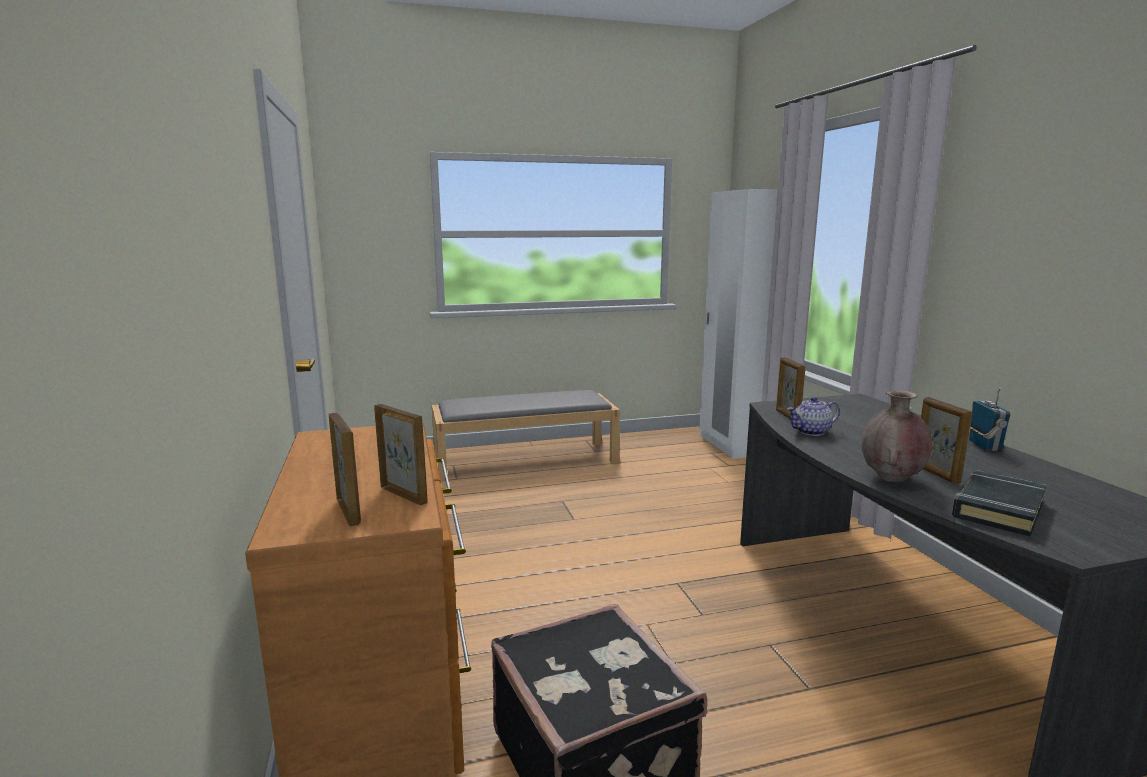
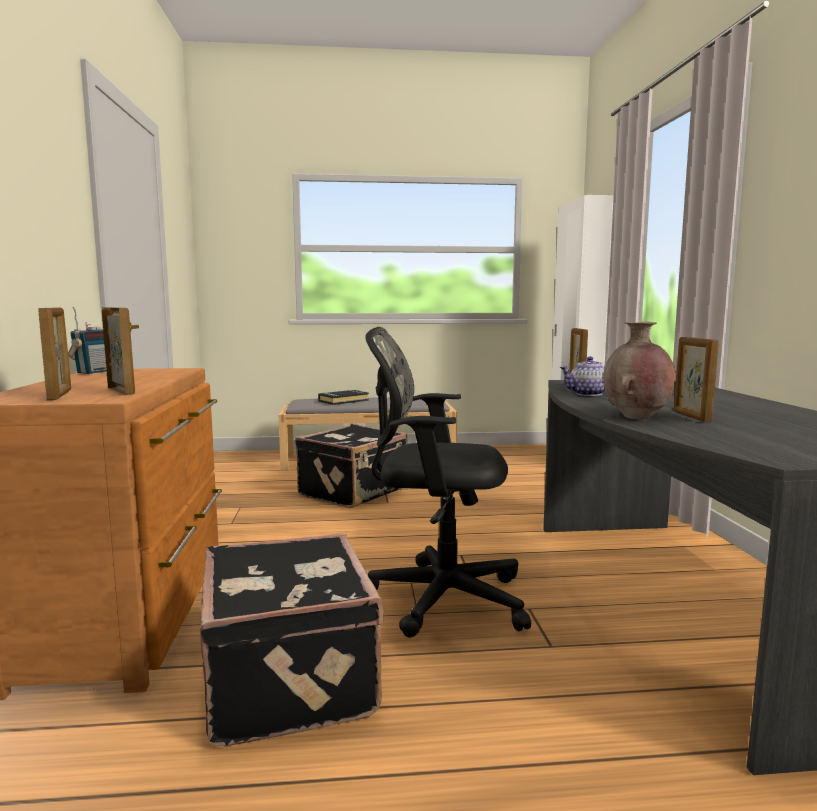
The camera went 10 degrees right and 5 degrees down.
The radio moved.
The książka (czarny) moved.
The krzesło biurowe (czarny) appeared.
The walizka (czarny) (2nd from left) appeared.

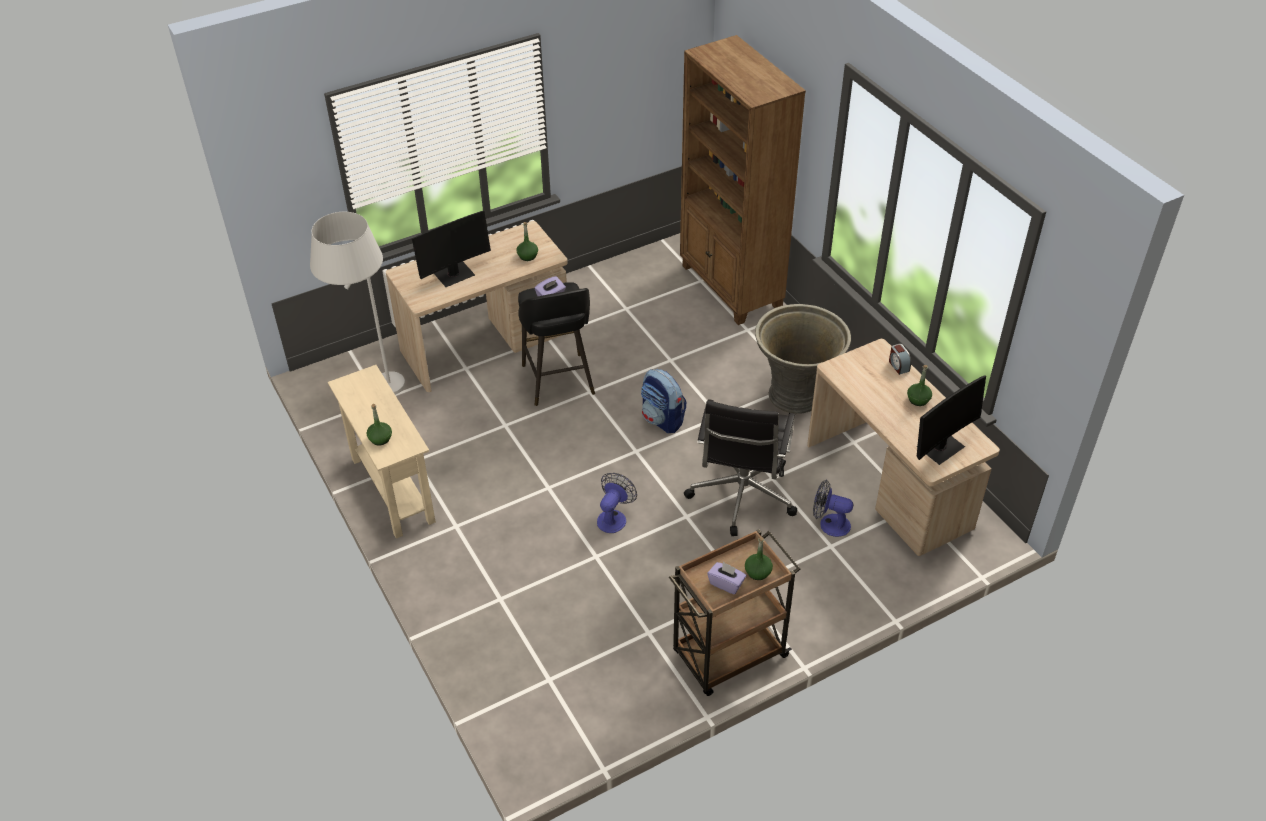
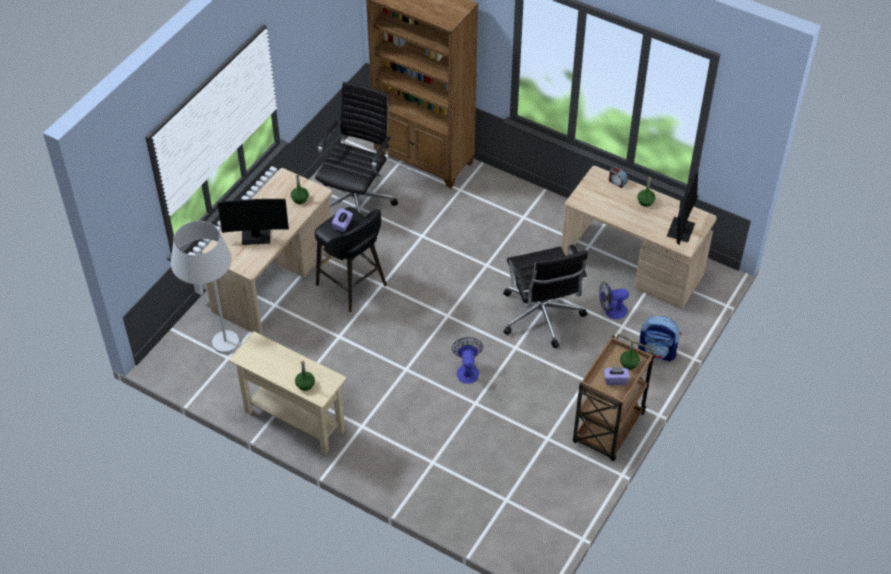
The camera went 30 degrees left and 5 degrees up.
The monitor (1st from left) turned 60 degrees clockwise.
The donica (szary) disappeared.
The plecak moved.
The krzesło biurowe (czarny) (1st from left) appeared.

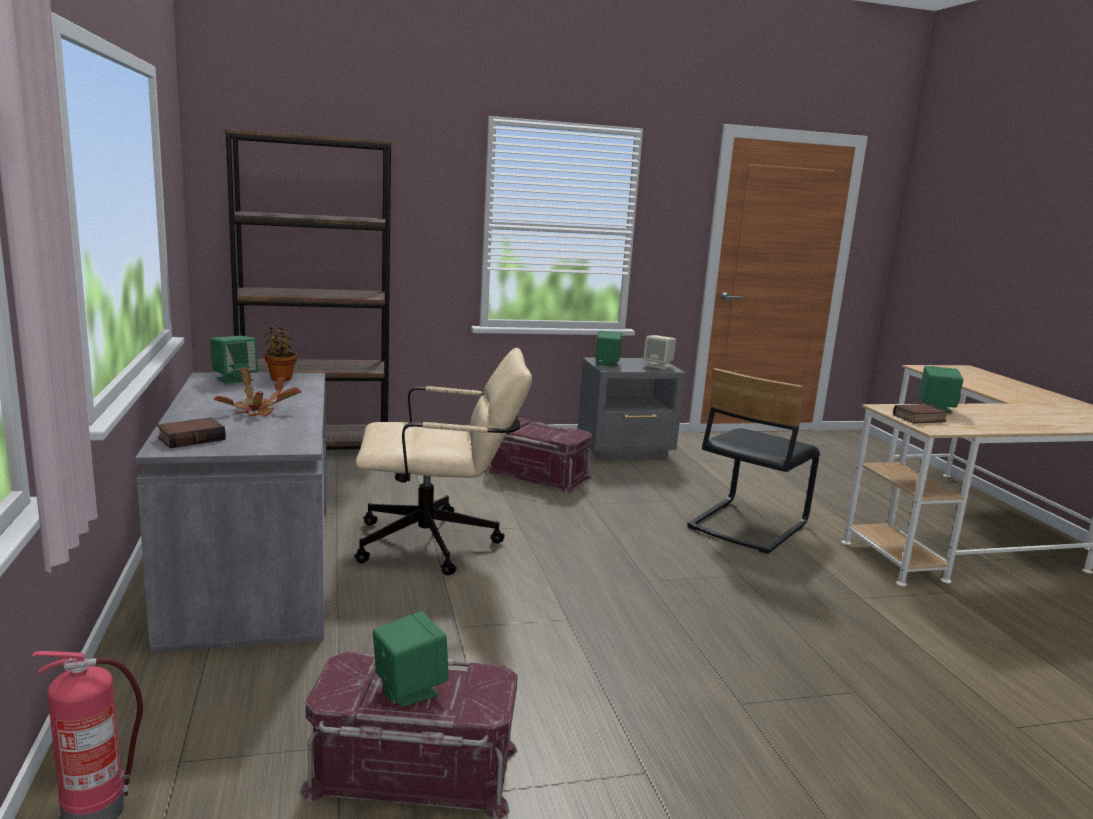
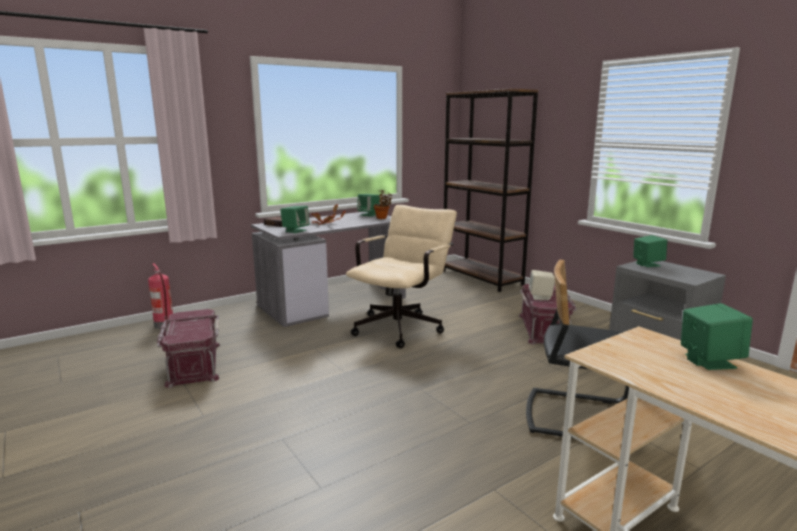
The camera went 70 degrees right and 0 degrees up.
The głośnik (beżowy) moved.
The krzesło biurowe (beżowy) turned 120 degrees counterclockwise.
The książka (2nd from left) disappeared.
The głośnik (zielony) (2nd from left in the first image) moved.

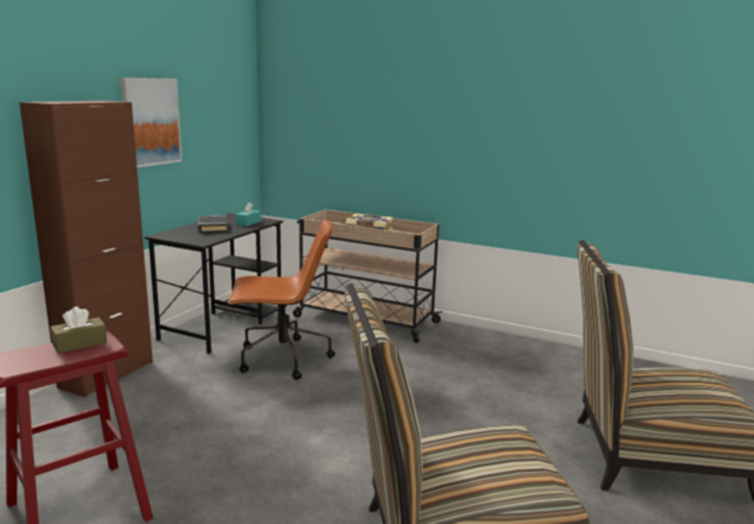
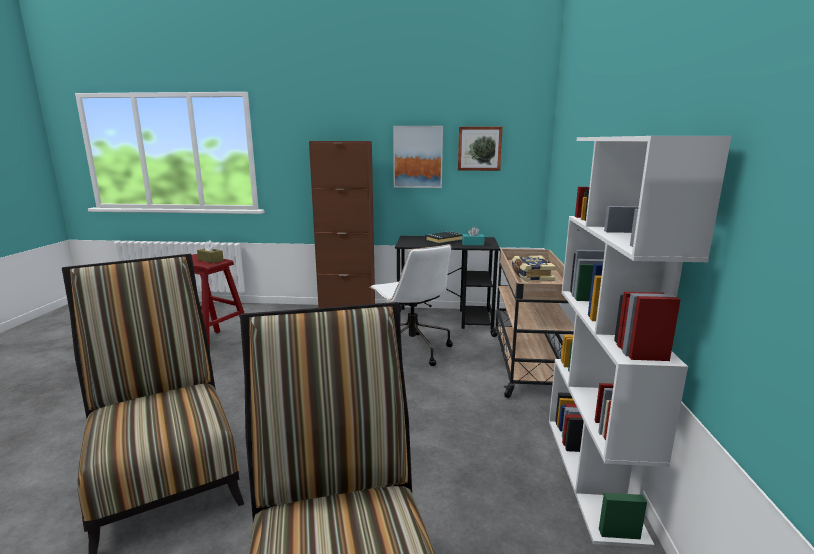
The camera went 70 degrees right and 0 degrees up.
The krzesło biurowe (brązowy) became the krzesło biurowe (biały).
The obraz (2nd from left) appeared.
The regał (biały) appeared.

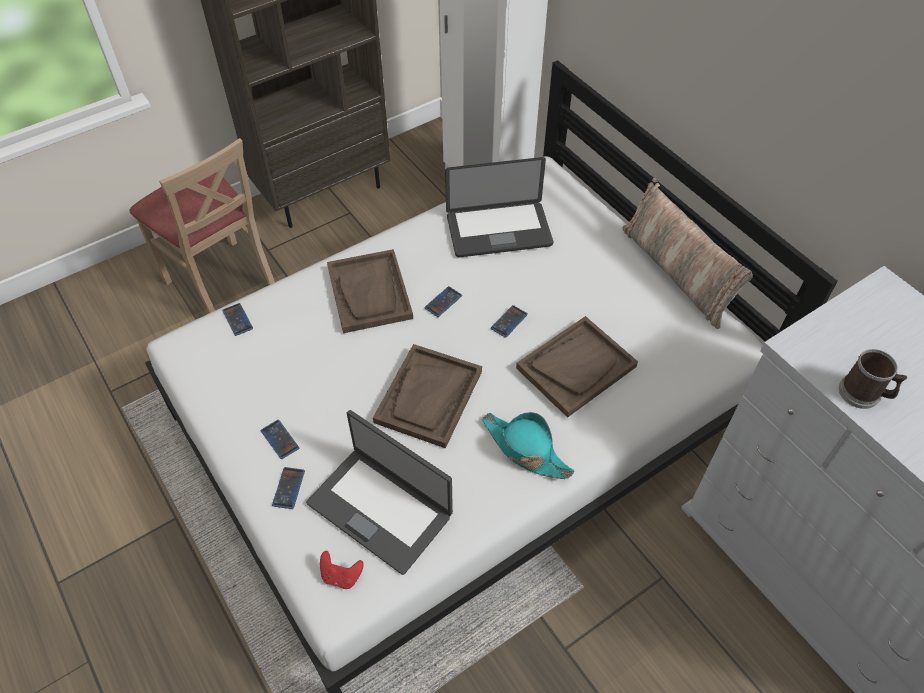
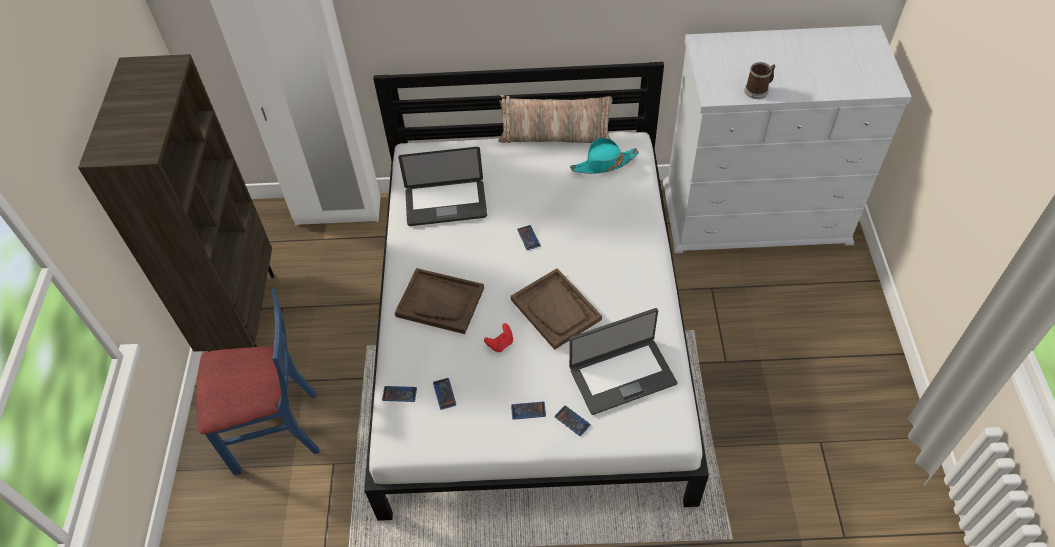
The camera went 55 degrees left and 0 degrees up.
The krzesło (beżowy) became the krzesło (niebieski).
The laptop (2nd from left in the first image) turned 60 degrees clockwise.
The telefon (4th from left in the first image) moved.
The taca (brązowy) (3rd from left) disappeared.
The kapelusz (turkusowy) moved.
The pad do gier (czerwony) moved.

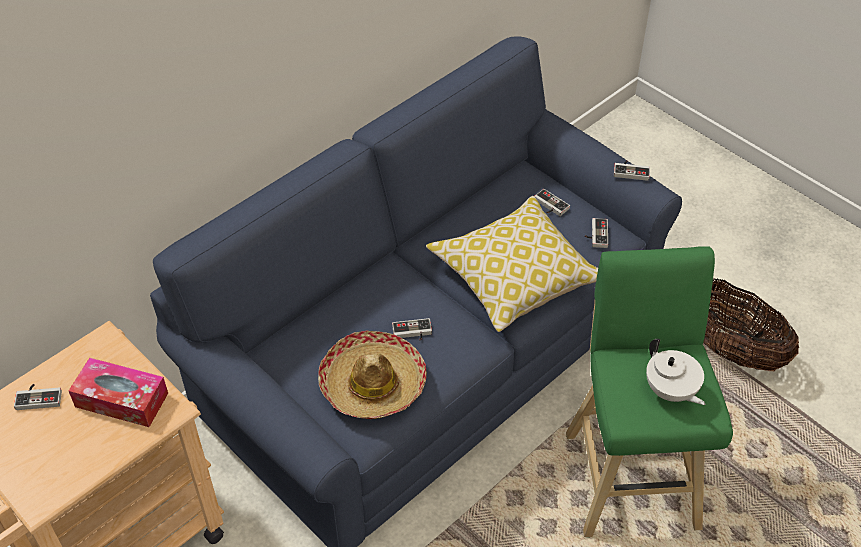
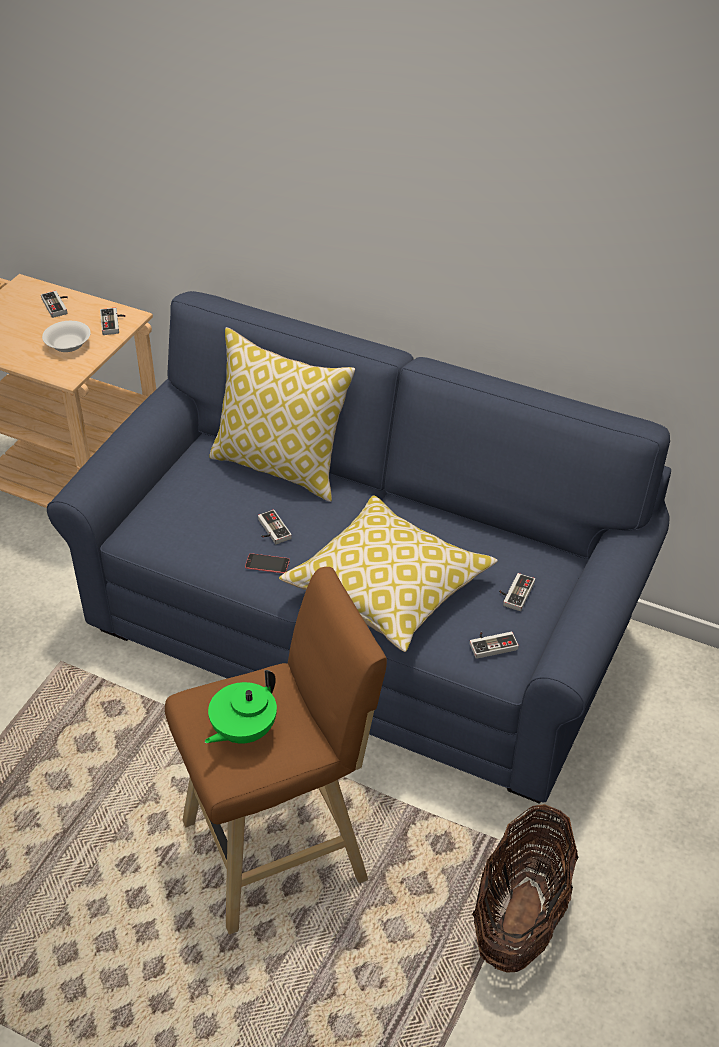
The camera went 70 degrees right and 5 degrees down.
The pad do gier (5th from left in the first image) moved.
The stołek (zielony) became the stołek (brązowy).
The kapelusz disappeared.
The imbryk (biały) became the imbryk (zielony).
The pudełko chusteczek was replaced by the miska (biały).
The poduszka (1st from left) appeared.
The telefon appeared.

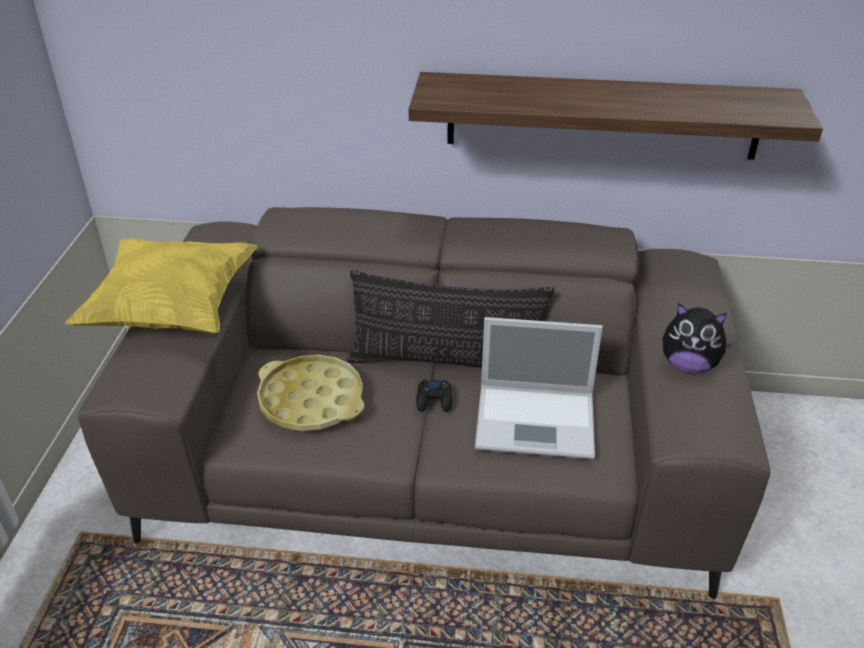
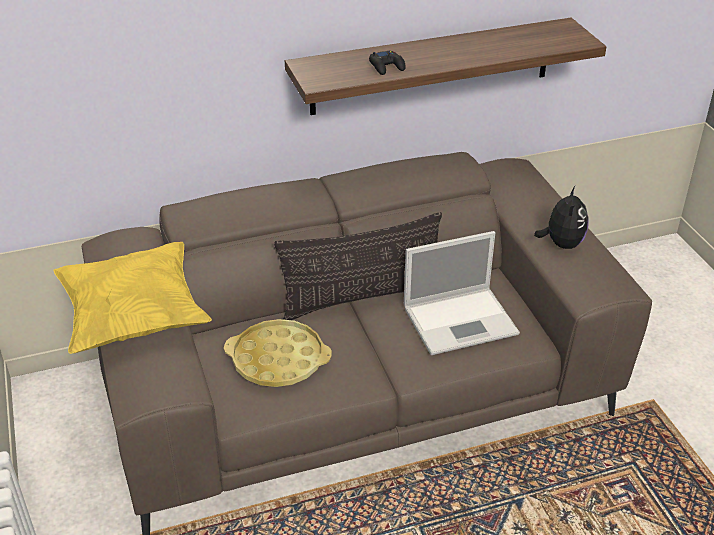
The camera went 25 degrees left and 0 degrees up.
The pluszak turned 75 degrees counterclockwise.
The pad do gier (czarny) moved.

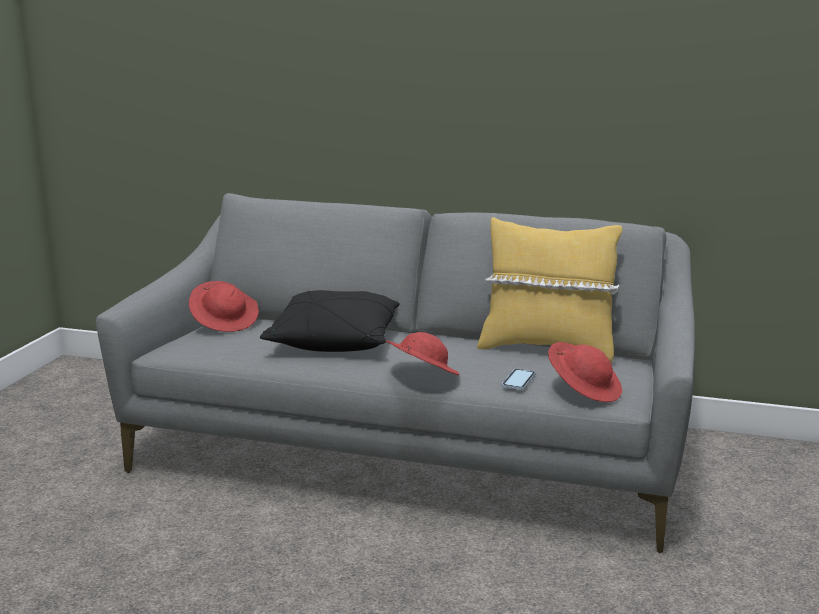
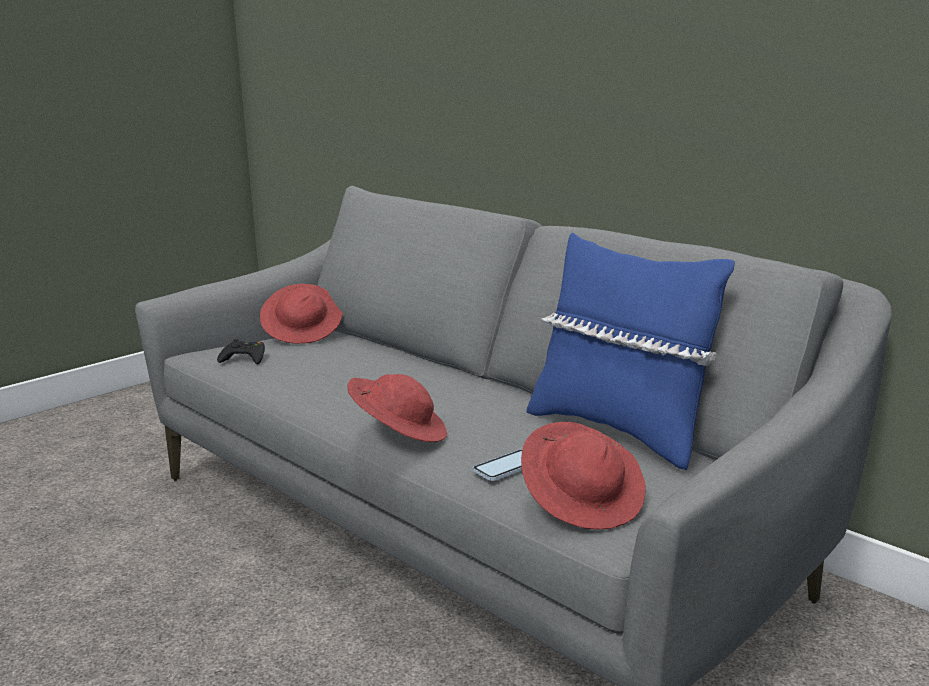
The camera went 30 degrees right and 0 degrees up.
The poduszka (żółty) became the poduszka (niebieski).
The poduszka (czarny) disappeared.
The pad do gier (czarny) appeared.

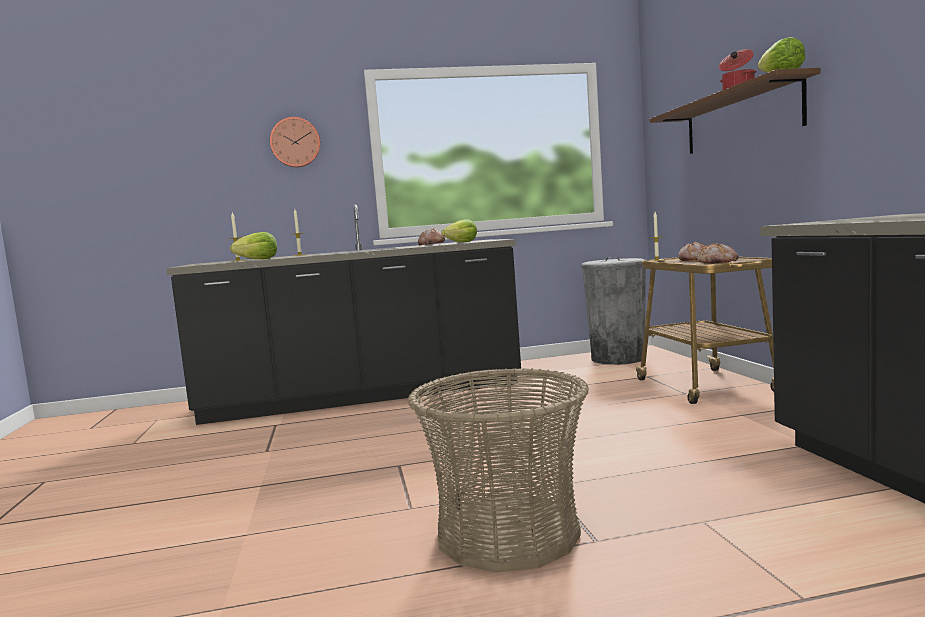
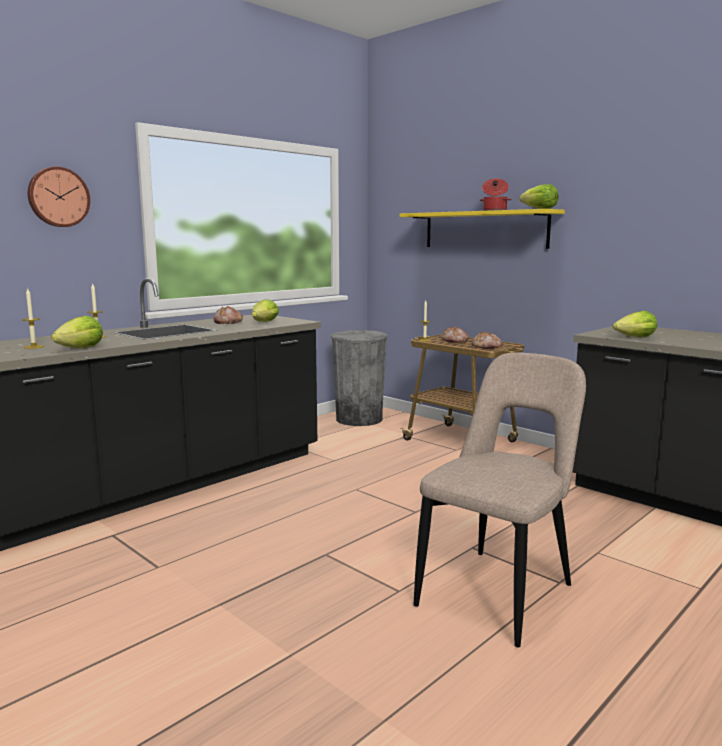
The camera went 35 degrees left and 5 degrees up.
The półka (brązowy) became the półka (żółty).
The koszyk was replaced by the krzesło (beżowy).
The sałata (4th from left) appeared.

